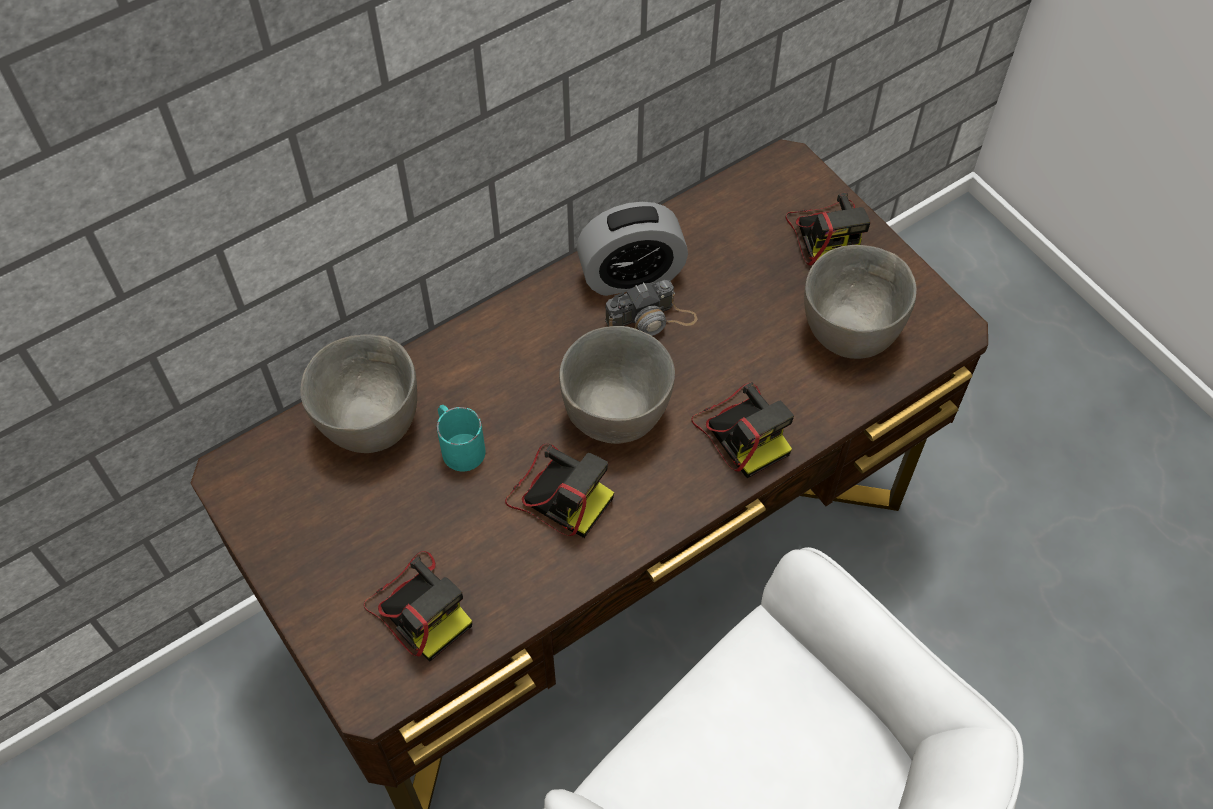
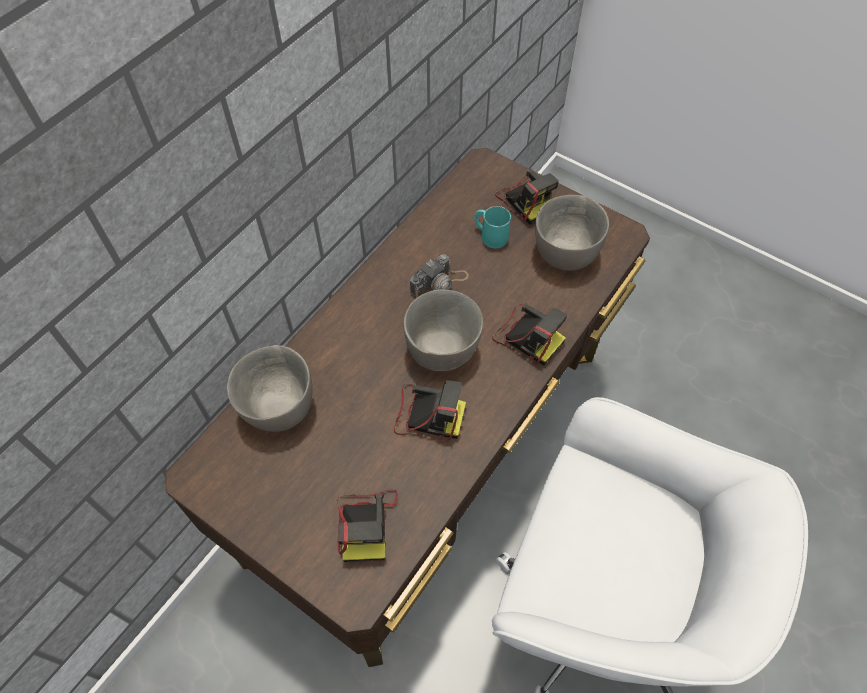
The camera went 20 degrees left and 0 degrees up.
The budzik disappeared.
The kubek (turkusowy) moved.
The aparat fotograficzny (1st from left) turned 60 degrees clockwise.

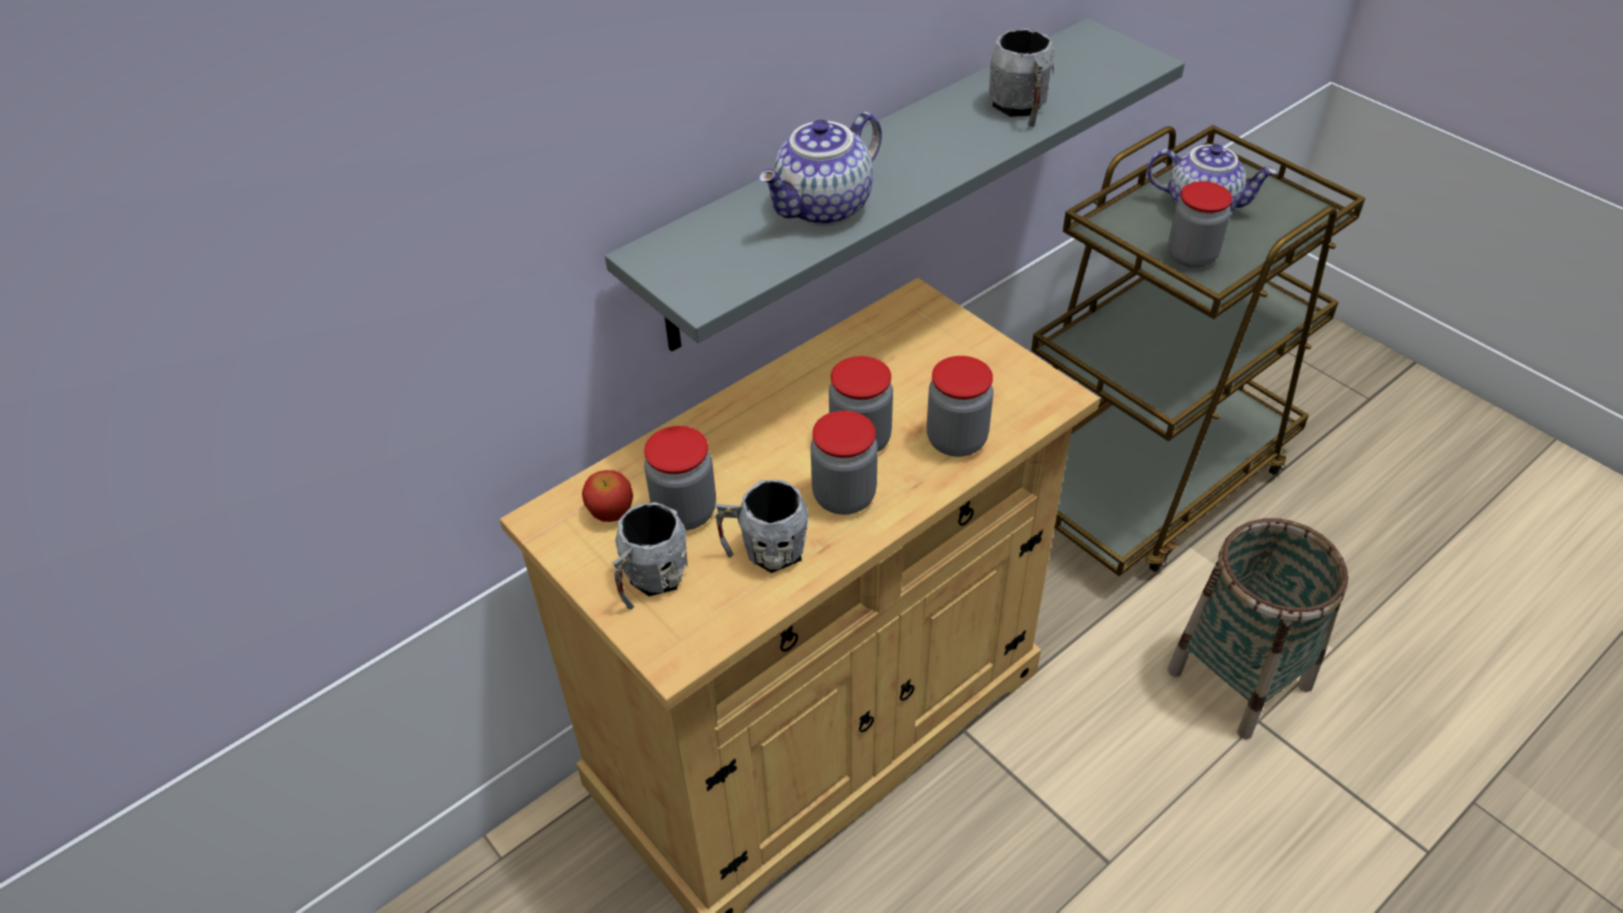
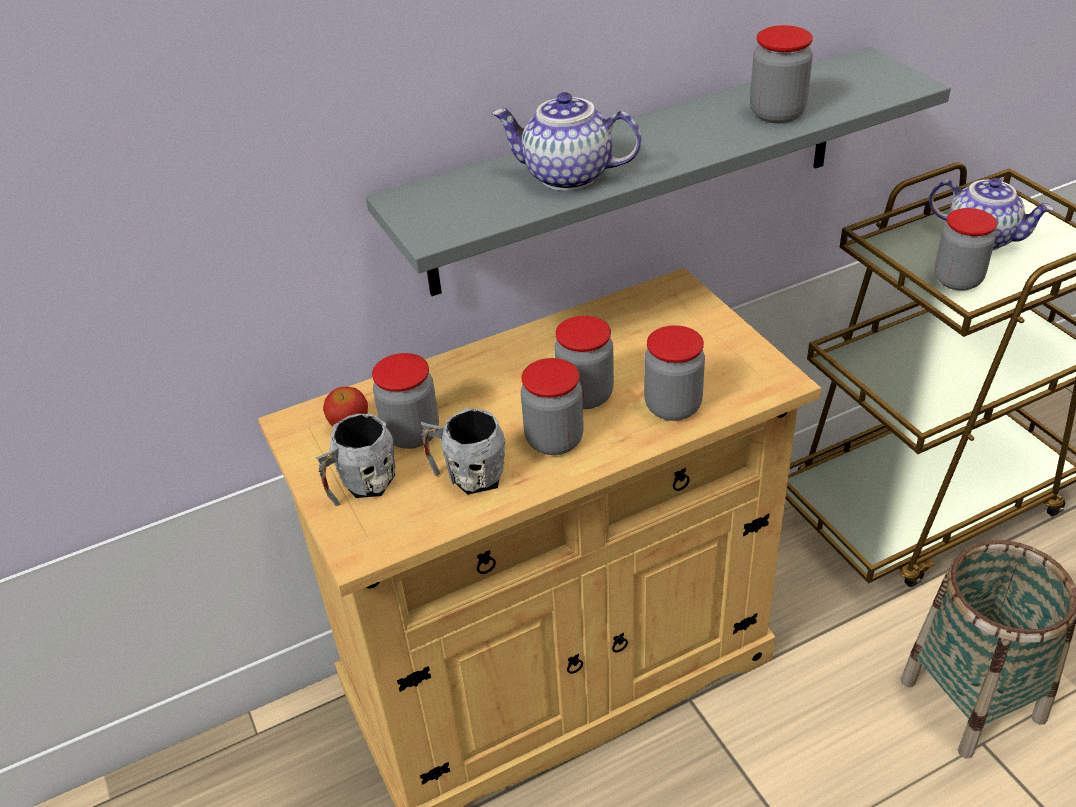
The camera went 15 degrees right and 5 degrees down.
The kubek (szary) (3rd from left) was replaced by the słoik (5th from left).
The imbryk (1st from left) turned 45 degrees clockwise.

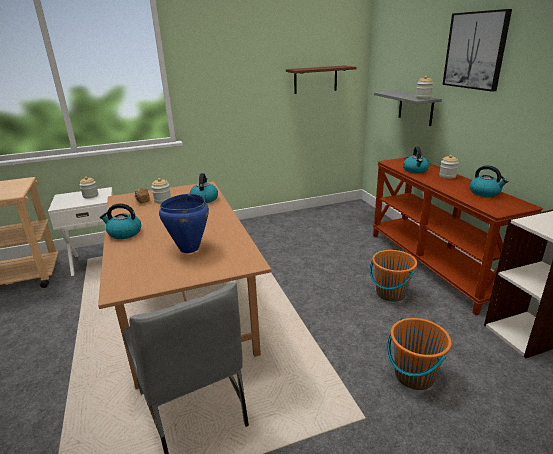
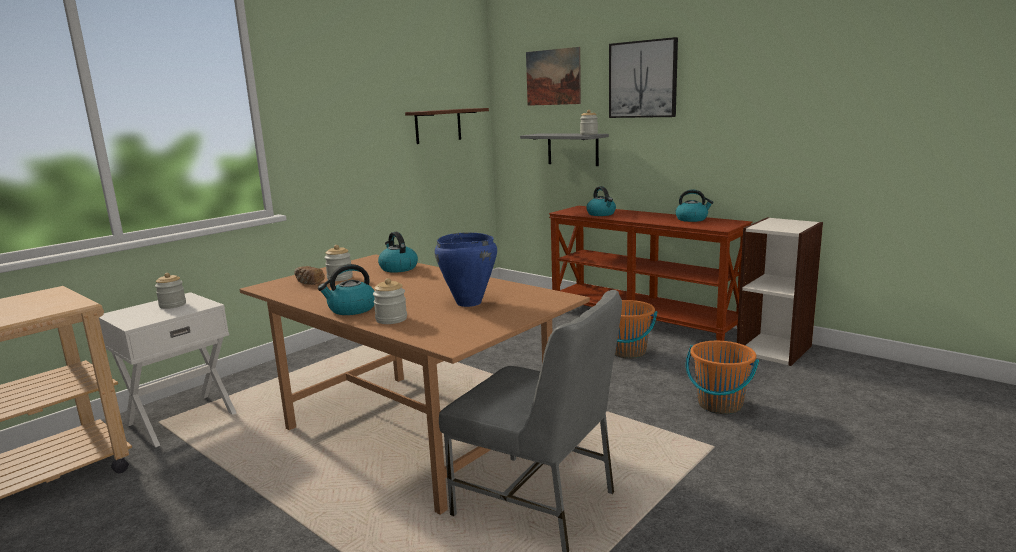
The camera went 30 degrees left and 10 degrees down.
The słoik (4th from left in the first image) moved.
The obraz (1st from left) appeared.

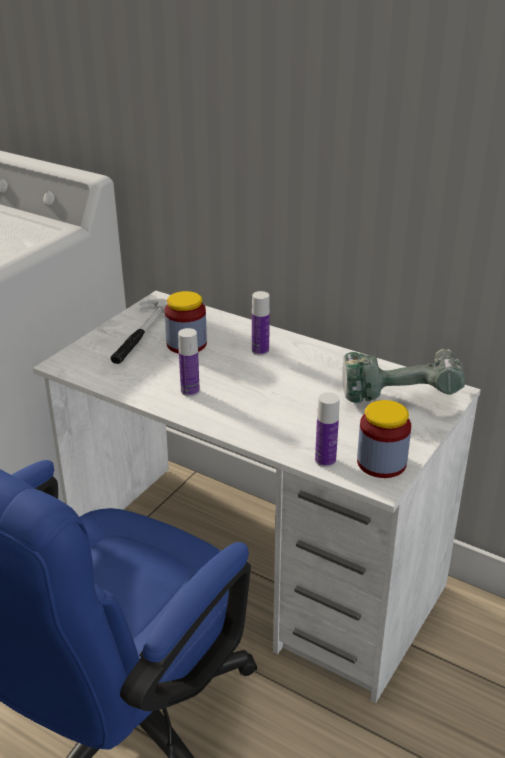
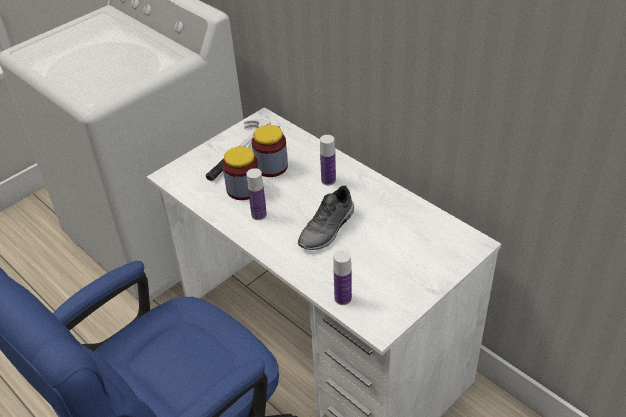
The camera went 15 degrees right and 10 degrees up.
The wiertarka disappeared.
The słoik (2nd from left in the first image) moved.
The but (szary) appeared.

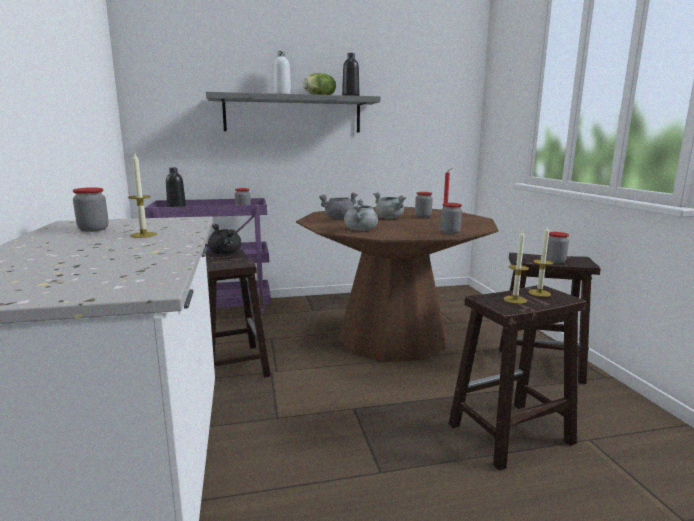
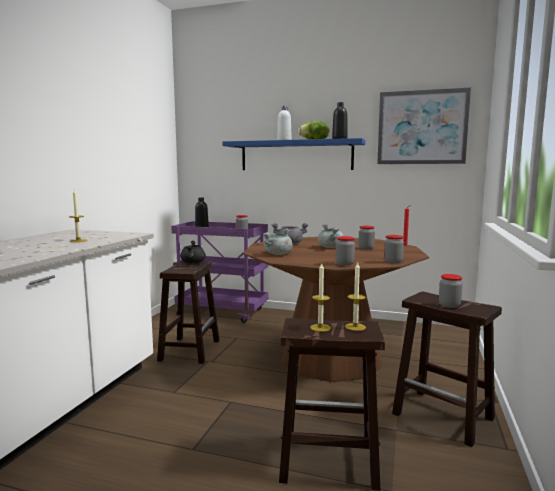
The camera went 30 degrees right and 5 degrees down.
The półka (szary) became the półka (niebieski).
The słoik (1st from left in the first image) moved.
The obraz appeared.

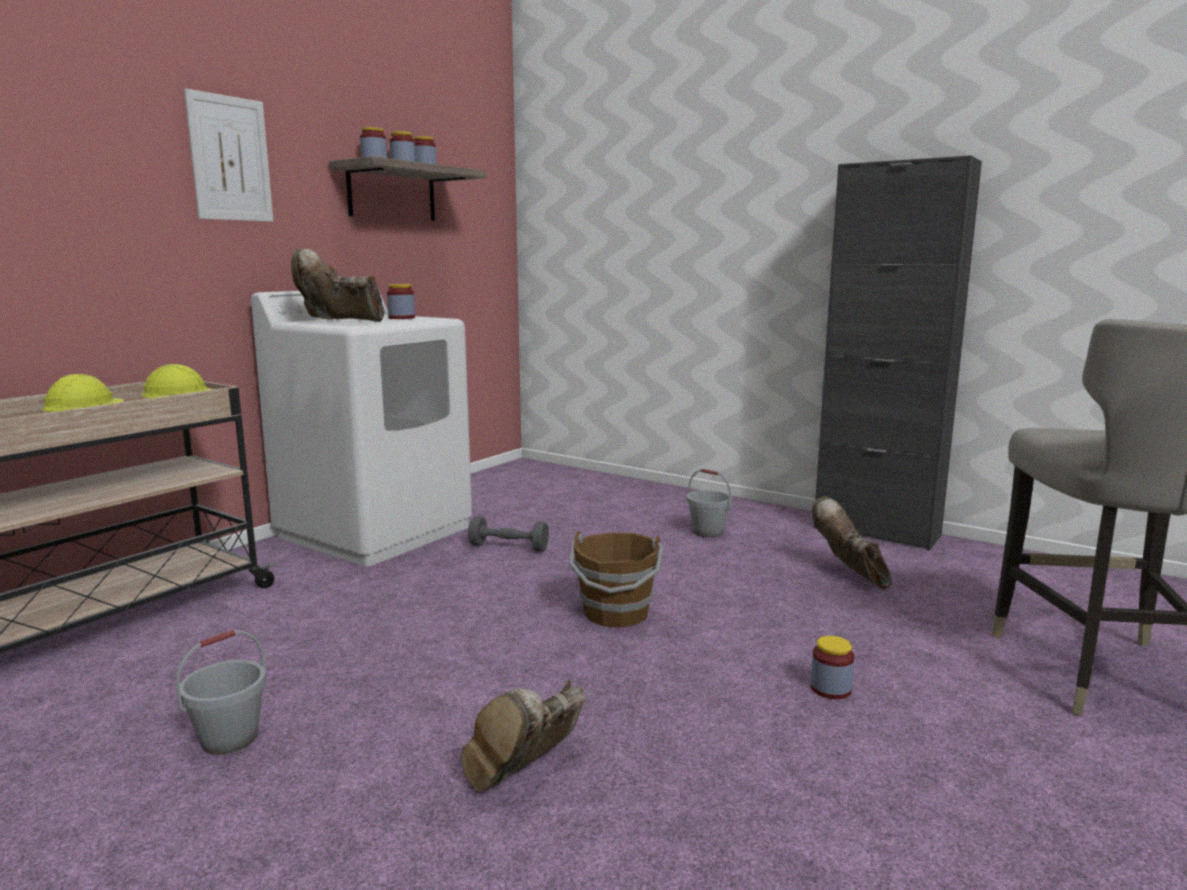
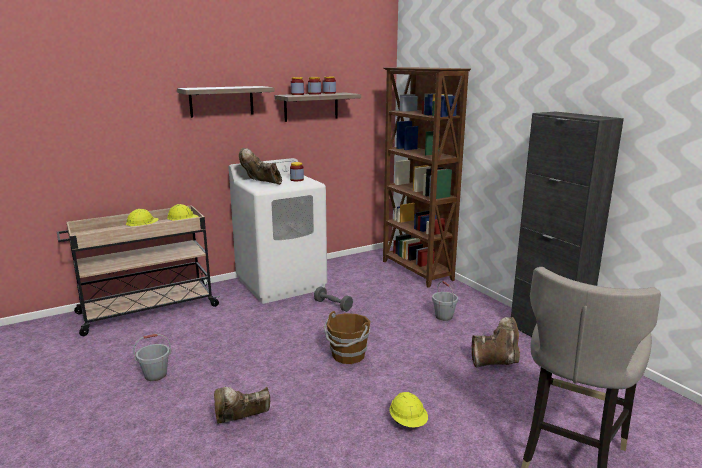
The camera went 25 degrees right and 5 degrees up.
The obraz was replaced by the półka (1st from left).
The but z cholewką (brązowy) (3rd from left) turned 75 degrees clockwise.
The słoik (5th from left) was replaced by the kask (żółty) (3rd from left).
The regał (brązowy) appeared.

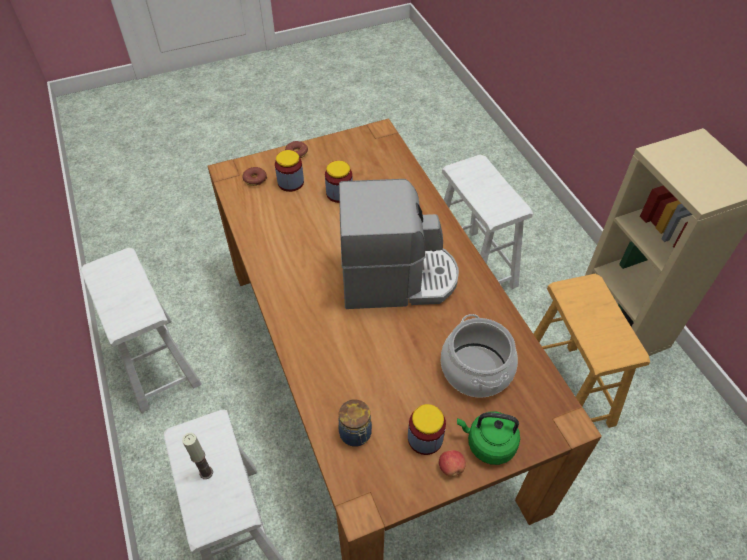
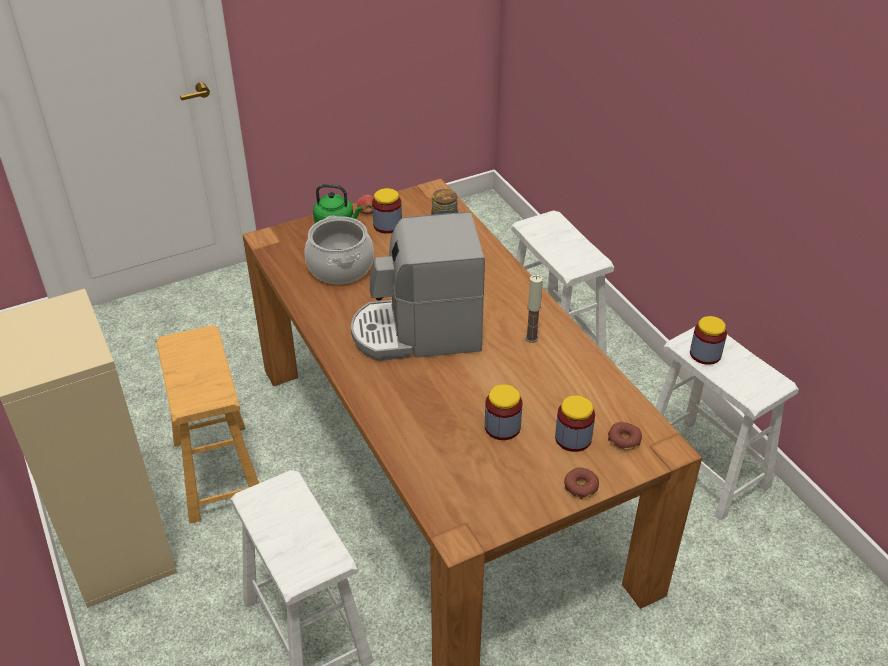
The camera went 175 degrees right and 10 degrees down.
The świeca moved.
The słoik (5th from left) appeared.

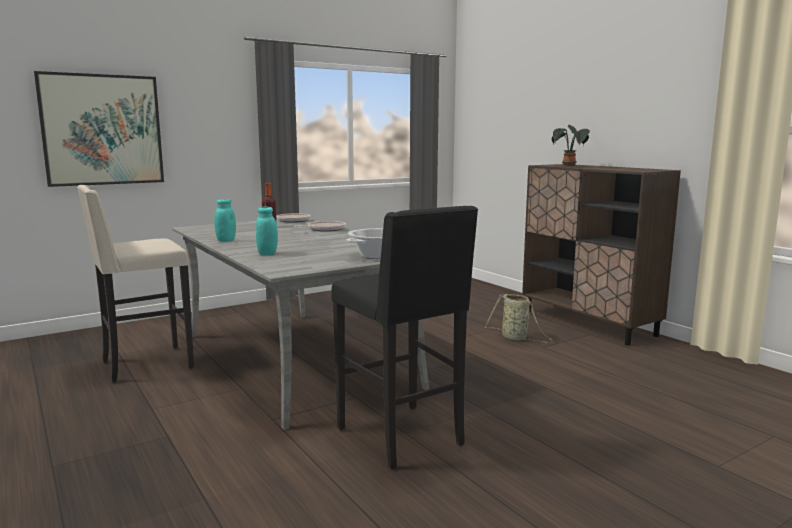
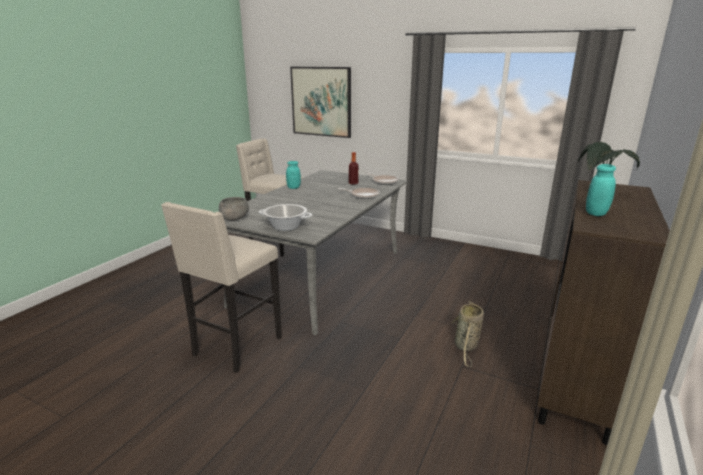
The camera went 60 degrees right and 10 degrees up.
The stołek (czarny) became the stołek (beżowy) (1st from left).
The słoik (turkusowy) (2nd from left) moved.
The miska (szary) appeared.

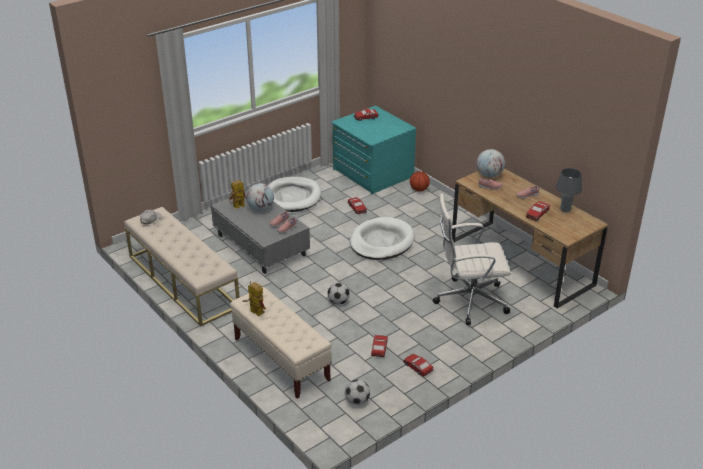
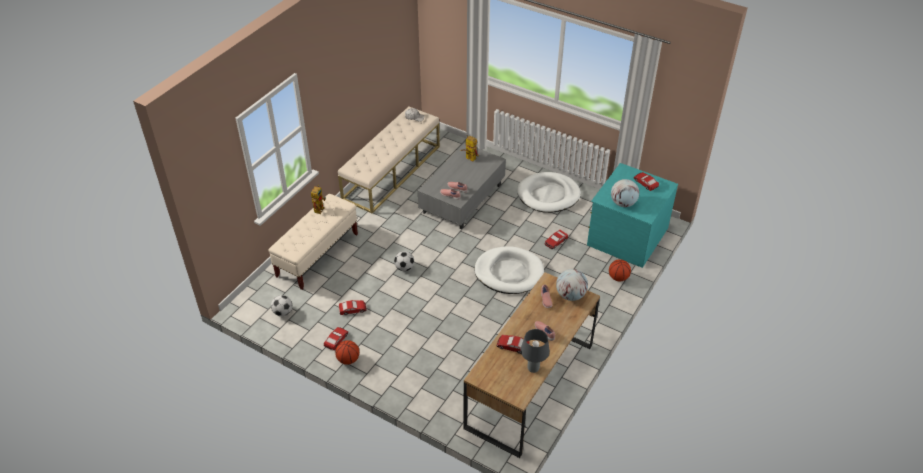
The camera went 70 degrees right and 10 degrees up.
The globus (1st from left in the first image) moved.
The krzesło biurowe (biały) disappeared.
The piłka do koszykówki (1st from left) appeared.

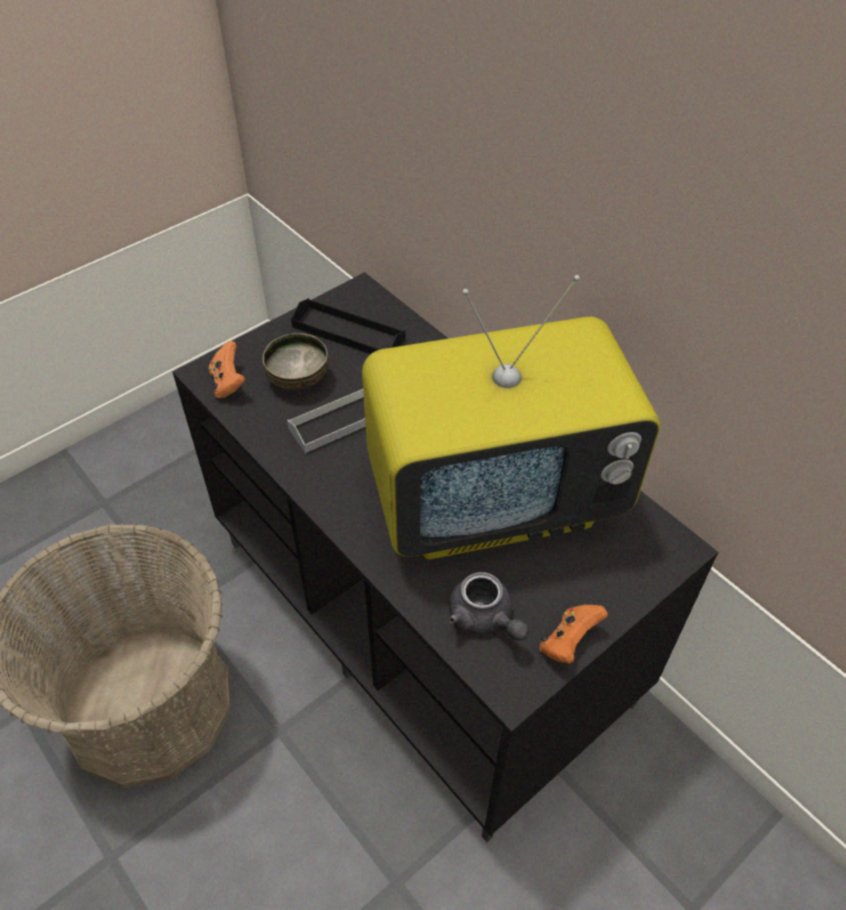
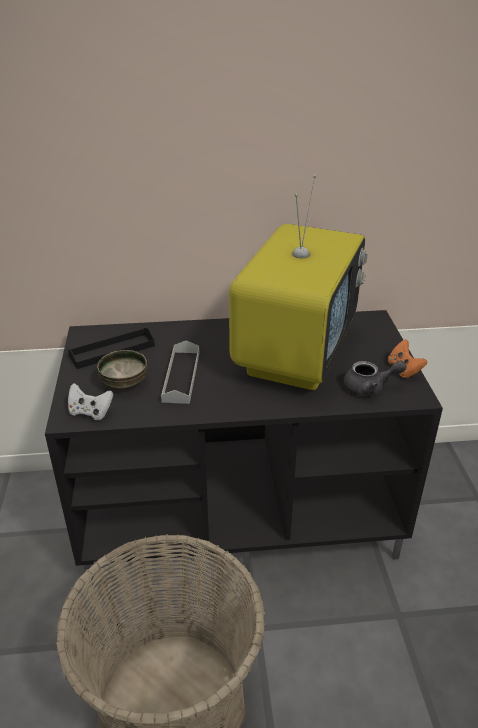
The camera went 55 degrees left and 15 degrees down.
The pad do gier (pomarańczowy) (1st from left) became the pad do gier (biały).

